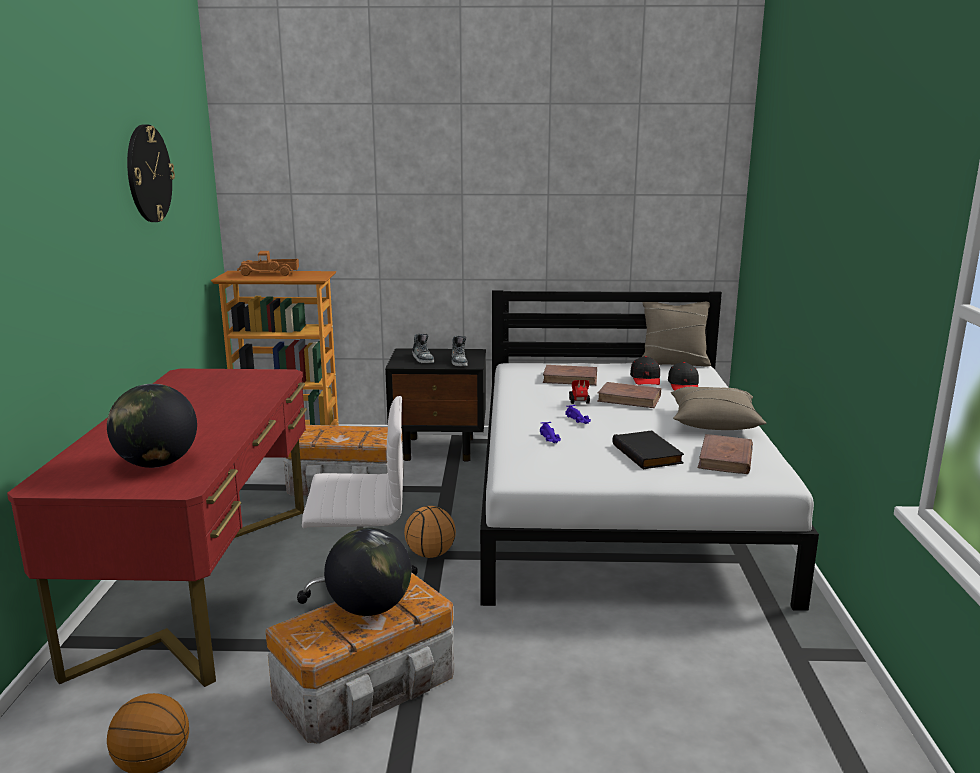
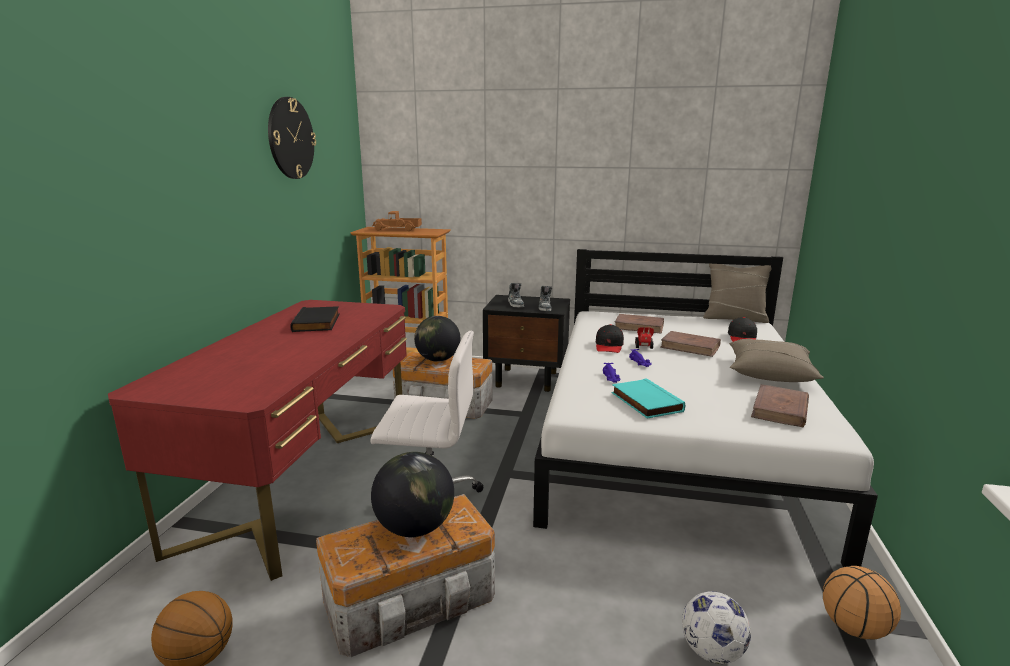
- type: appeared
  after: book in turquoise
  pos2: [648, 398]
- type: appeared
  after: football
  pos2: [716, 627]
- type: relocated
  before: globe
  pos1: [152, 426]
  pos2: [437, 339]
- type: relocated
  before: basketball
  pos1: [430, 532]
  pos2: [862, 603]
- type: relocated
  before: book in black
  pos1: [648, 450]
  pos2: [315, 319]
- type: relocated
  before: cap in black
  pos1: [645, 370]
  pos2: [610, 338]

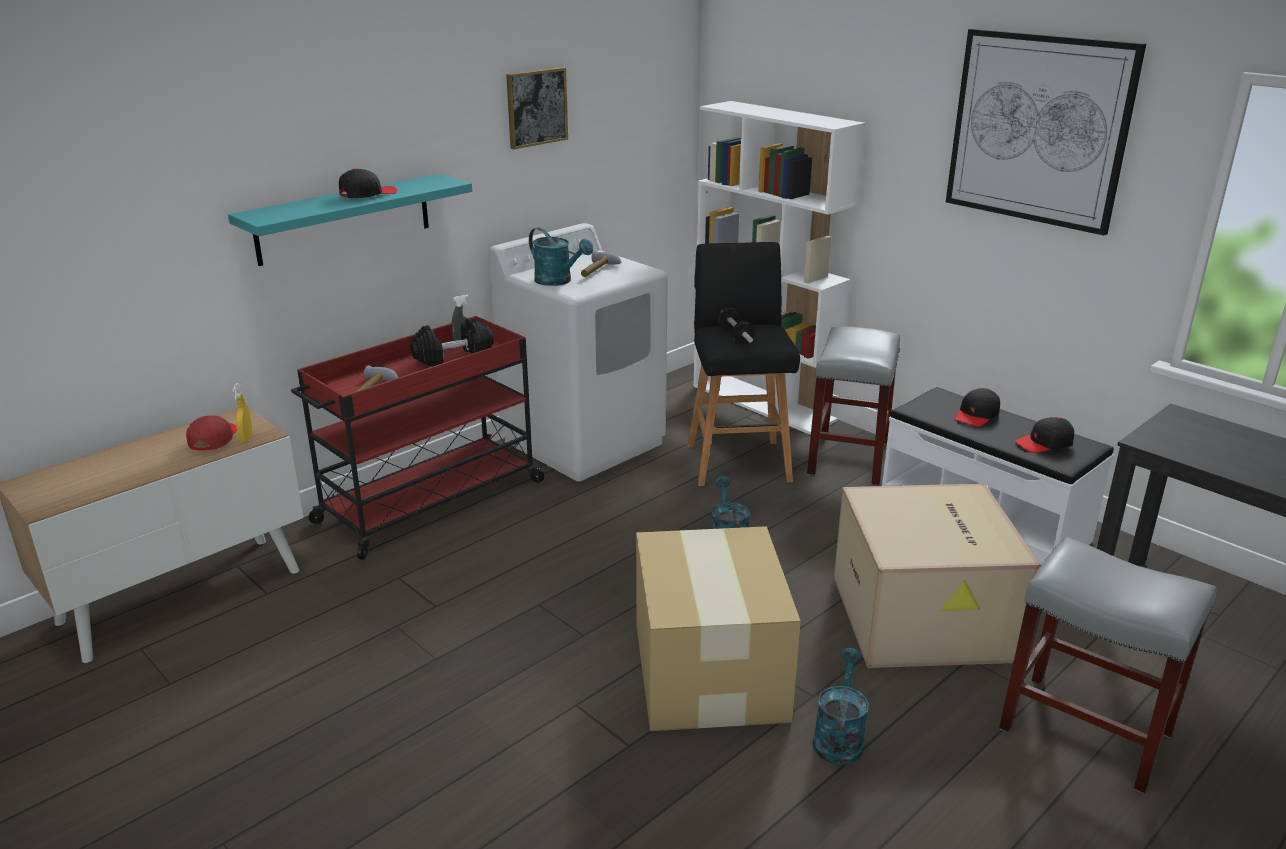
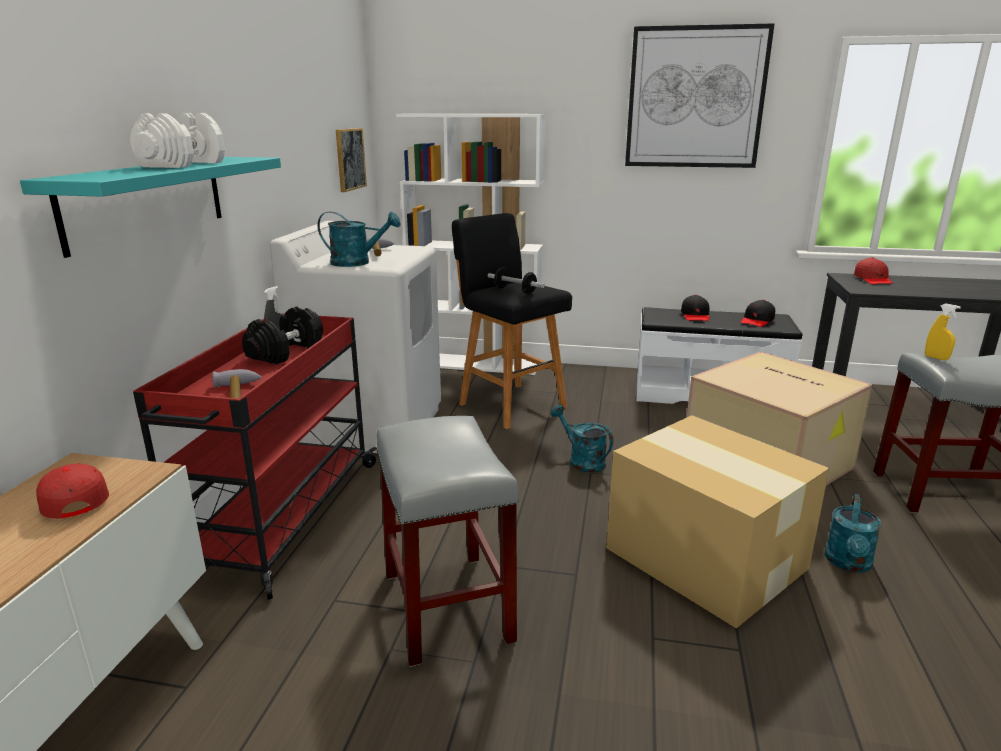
- type: appeared
  after: cap in red
  pos2: [873, 270]
- type: relocated
  before: spray bottle in yellow
  pos1: [242, 413]
  pos2: [943, 331]
- type: relocated
  before: picture
  pos1: [537, 108]
  pos2: [351, 160]
- type: relocated
  before: stool in grey
  pos1: [853, 406]
  pos2: [447, 541]
- type: exchanged
  before: cap in black
  after: dumbbell in white
  pos1: [368, 183]
  pos2: [177, 140]
- type: spun
  before: watering can in turquoise
  pos1: [841, 706]
  pos2: [853, 533]
  turn: -135

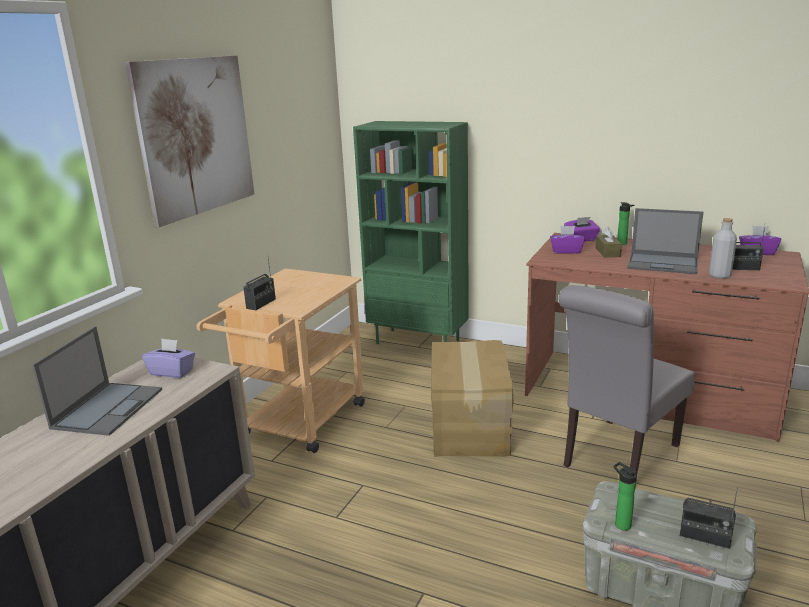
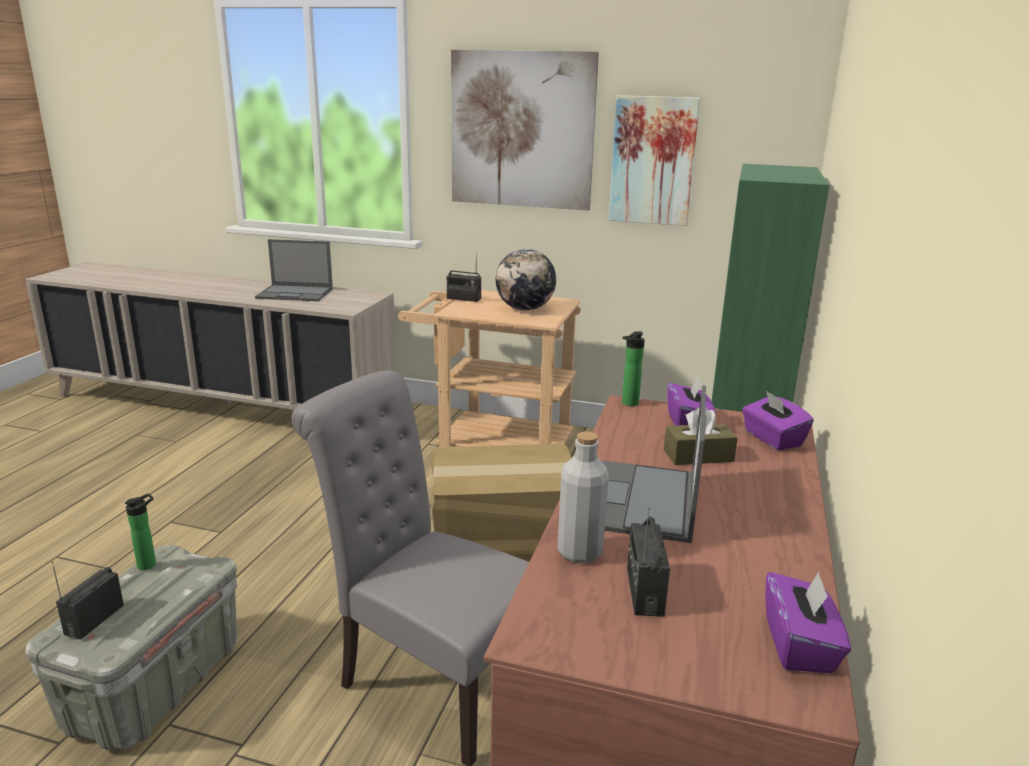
- type: missing
  before: tissue box in purple
  pos1: [168, 358]
- type: appeared
  after: globe
  pos2: [526, 280]
- type: appeared
  after: picture
  pos2: [654, 160]
- type: relocated
  before: bottle
  pos1: [625, 223]
  pos2: [633, 368]

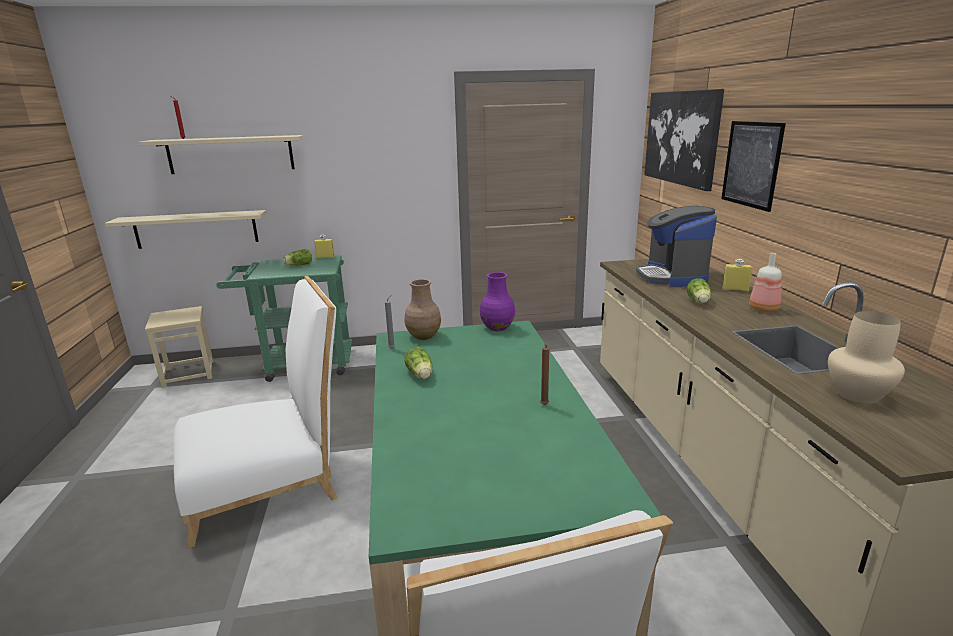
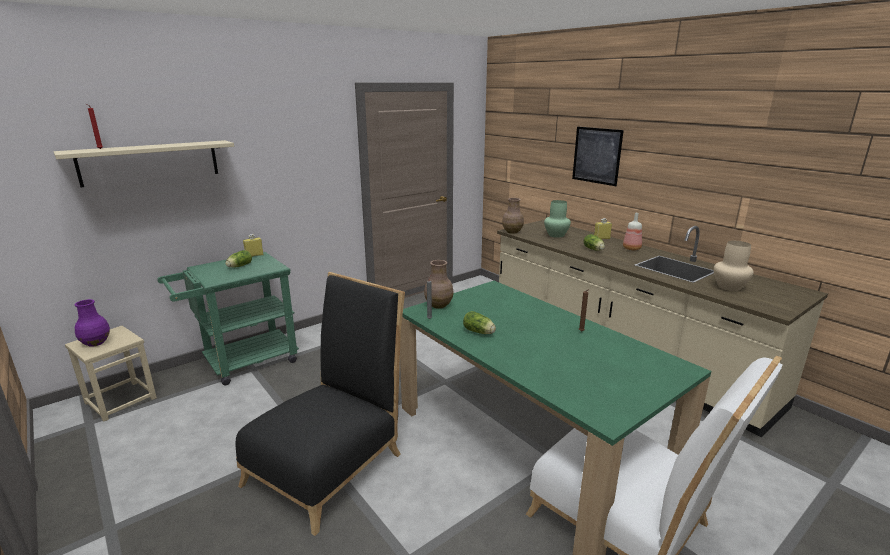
- type: missing
  before: shelf in beige
  pos1: [185, 229]
- type: missing
  before: picture
  pos1: [684, 140]
- type: appeared
  after: vase in brown
  pos2: [513, 216]
- type: relocated
  before: vase in purple
  pos1: [497, 301]
  pos2: [92, 323]
- type: exchanged
  before: coffee machine
  after: vase in green
  pos1: [676, 246]
  pos2: [557, 219]
- type: colour
  before: chair in white
  after: chair in black
  pos1: [255, 412]
  pos2: [320, 404]

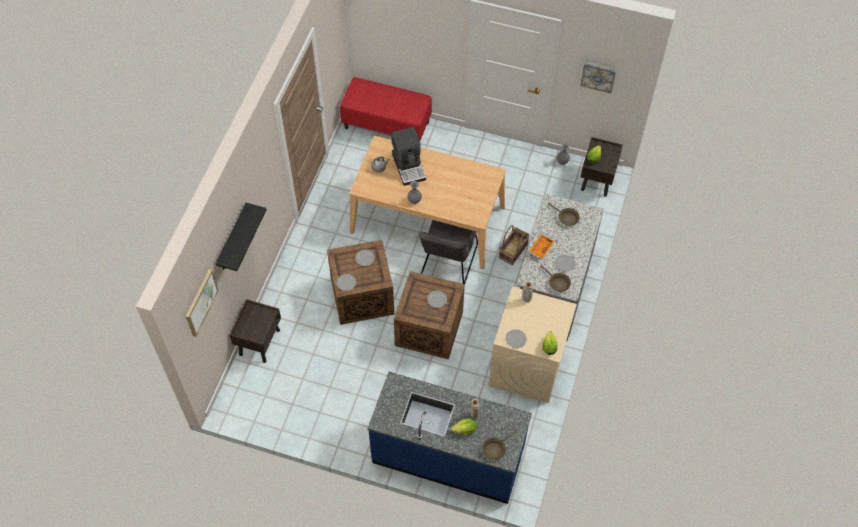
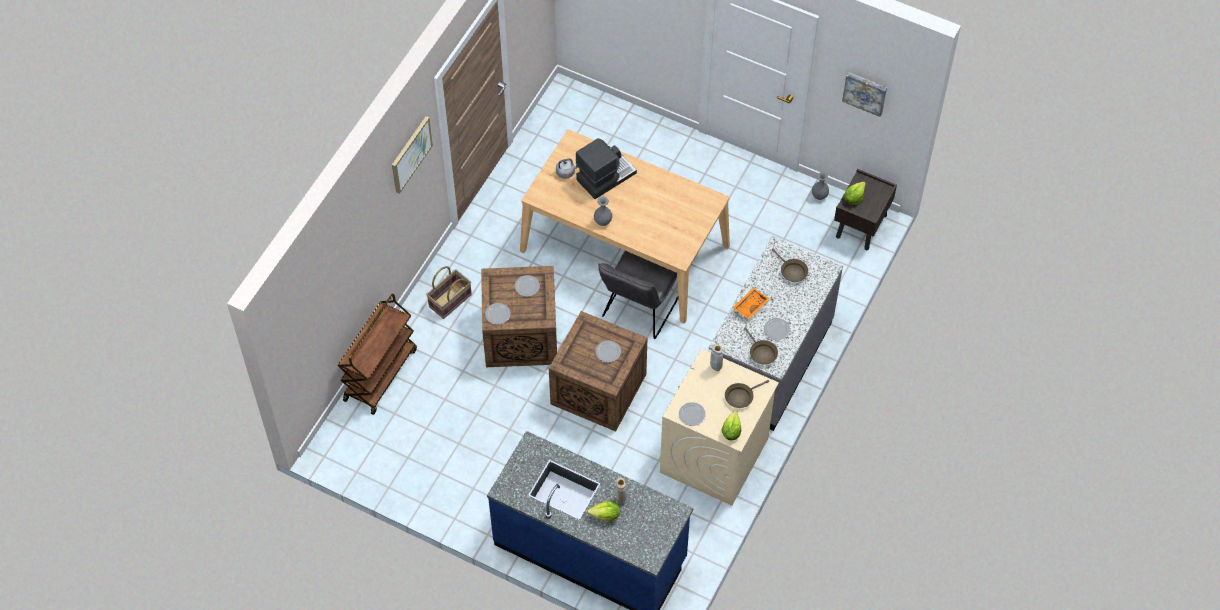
- type: missing
  before: shelf in black
  pos1: [241, 237]
- type: missing
  before: bench in red
  pos1: [386, 109]
- type: relocated
  before: picture
  pos1: [202, 303]
  pos2: [412, 155]
- type: relocated
  before: frying pan in brown
  pos1: [499, 445]
  pos2: [747, 394]
- type: relocated
  before: basket
  pos1: [514, 245]
  pos2: [449, 292]
- type: exchanged
  before: nightstand in brown
  after: cart in brown
  pos1: [255, 331]
  pos2: [377, 354]
- type: spun
  before: coffee machine
  pos1: [408, 156]
  pos2: [606, 168]
  turn: -120

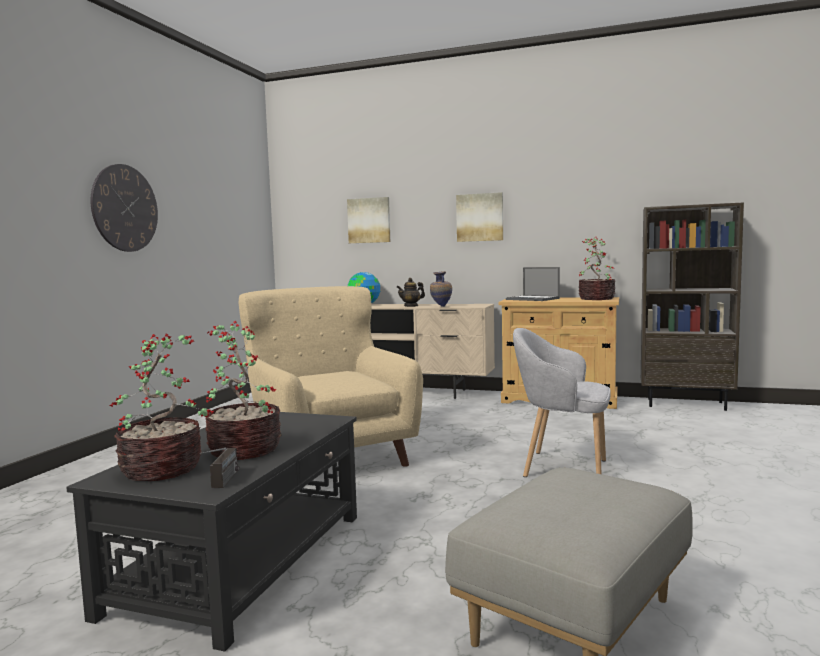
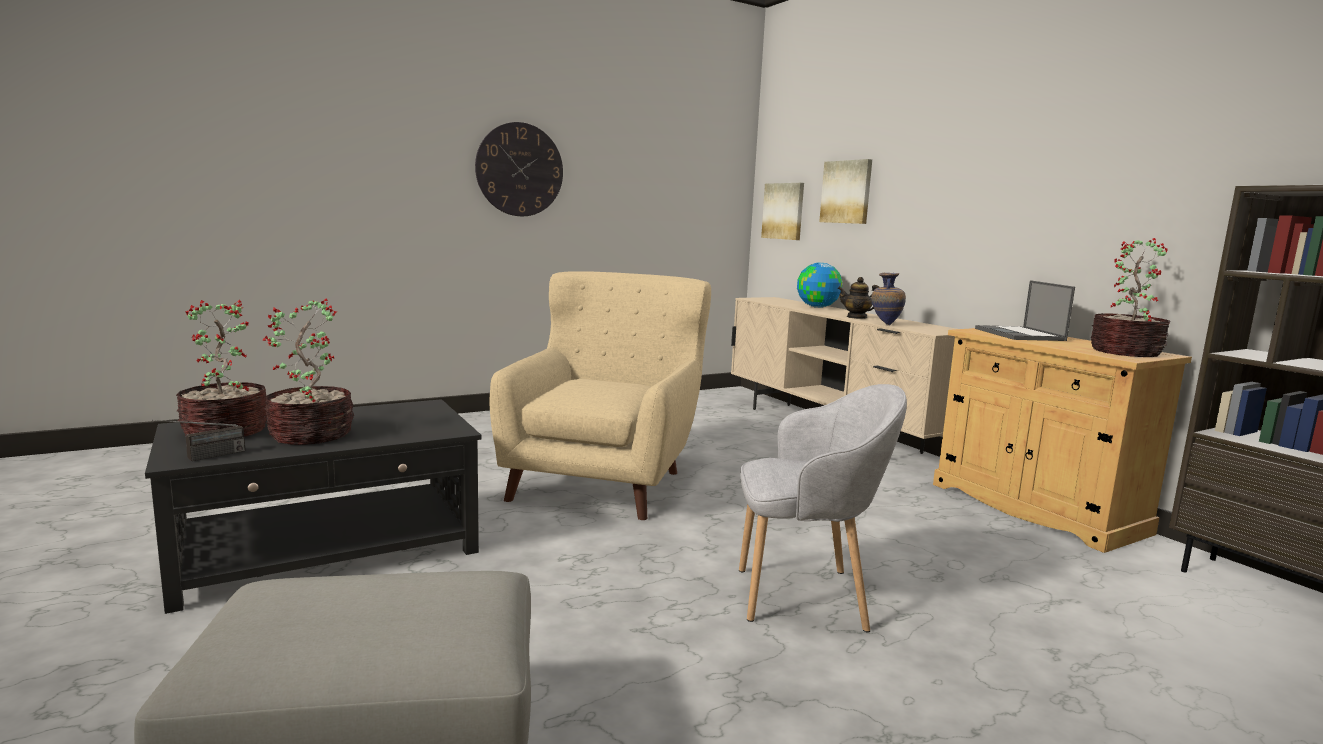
- type: relocated
  before: picture
  pos1: [479, 217]
  pos2: [782, 211]
- type: spun
  before: armchair in grey
  pos1: [562, 402]
  pos2: [823, 508]
  turn: 120

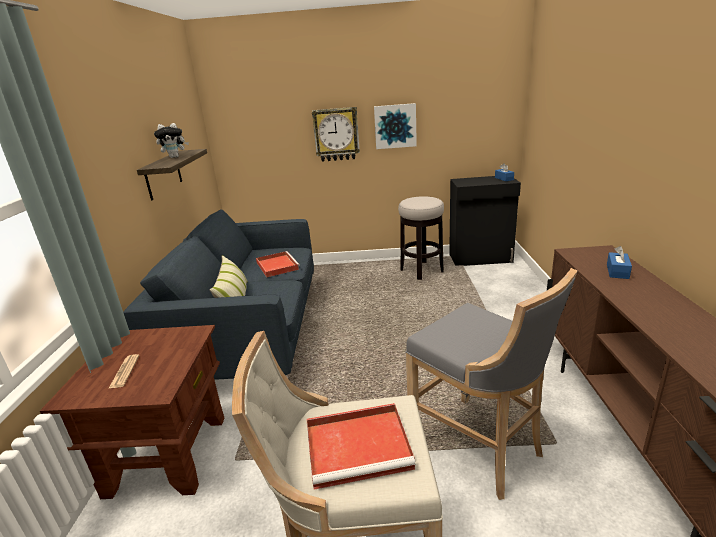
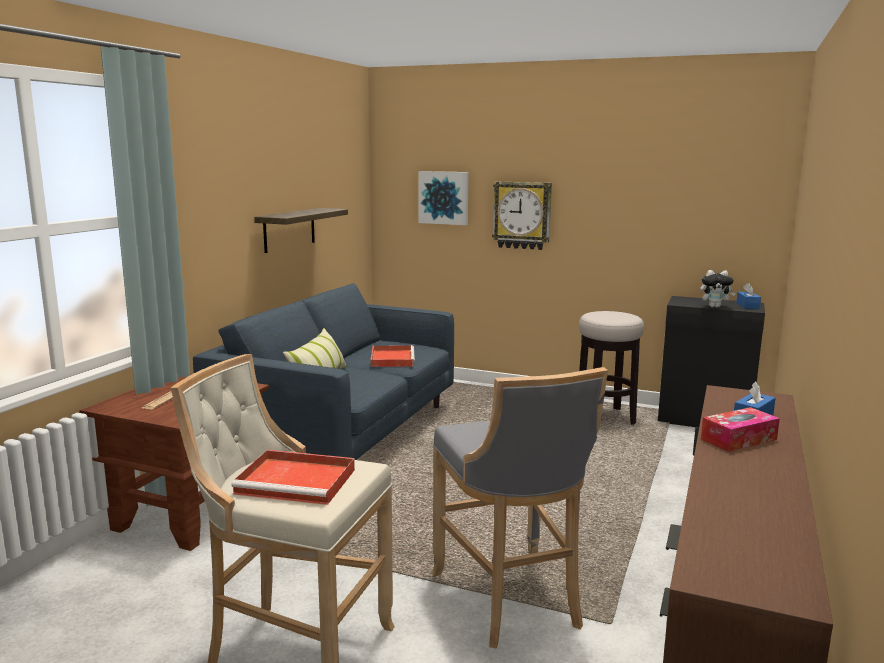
- type: appeared
  after: tissue box
  pos2: [740, 429]
- type: relocated
  before: plush toy
  pos1: [171, 140]
  pos2: [718, 289]
- type: relocated
  before: picture
  pos1: [395, 126]
  pos2: [444, 198]

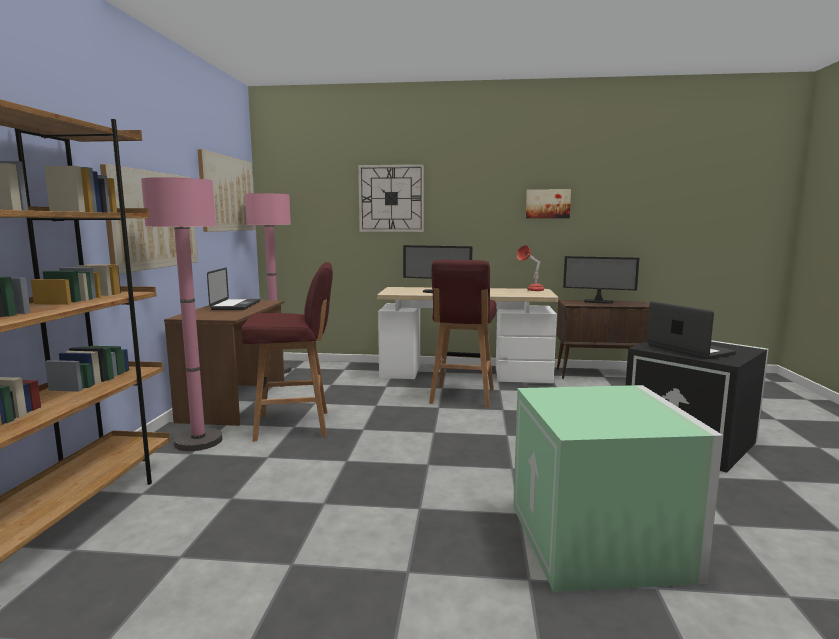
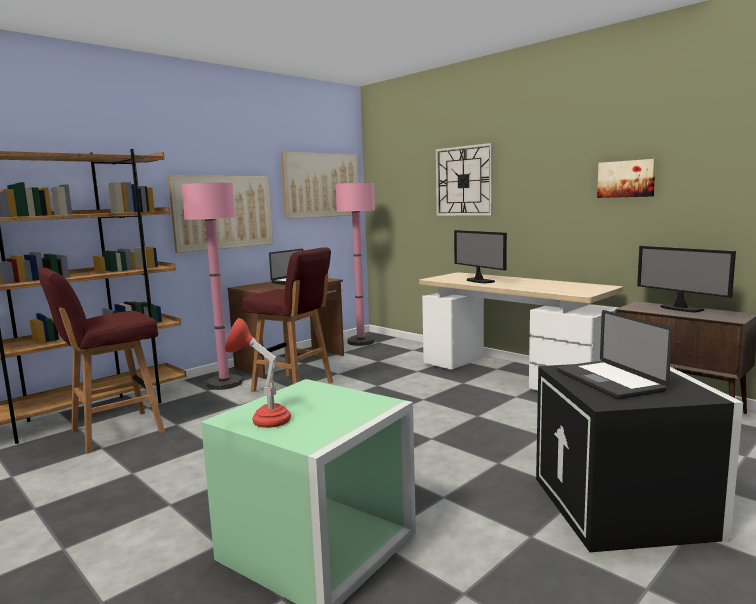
- type: relocated
  before: stool in red
  pos1: [462, 334]
  pos2: [101, 361]
- type: relocated
  before: table lamp in red
  pos1: [530, 268]
  pos2: [258, 373]
- type: spun
  before: laptop
  pos1: [691, 330]
  pos2: [614, 354]
  turn: 150

